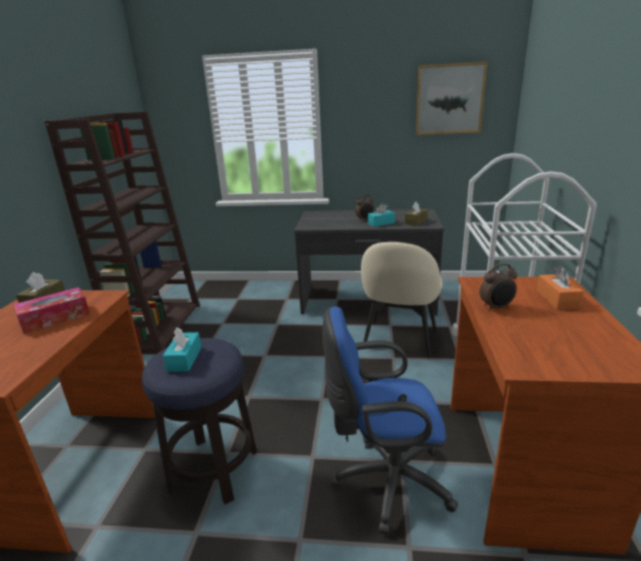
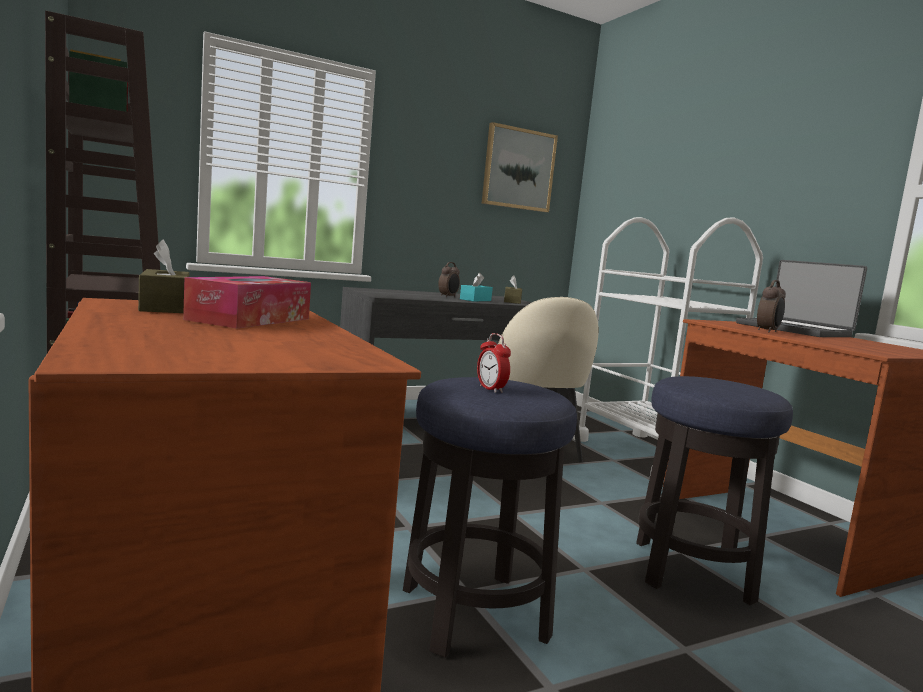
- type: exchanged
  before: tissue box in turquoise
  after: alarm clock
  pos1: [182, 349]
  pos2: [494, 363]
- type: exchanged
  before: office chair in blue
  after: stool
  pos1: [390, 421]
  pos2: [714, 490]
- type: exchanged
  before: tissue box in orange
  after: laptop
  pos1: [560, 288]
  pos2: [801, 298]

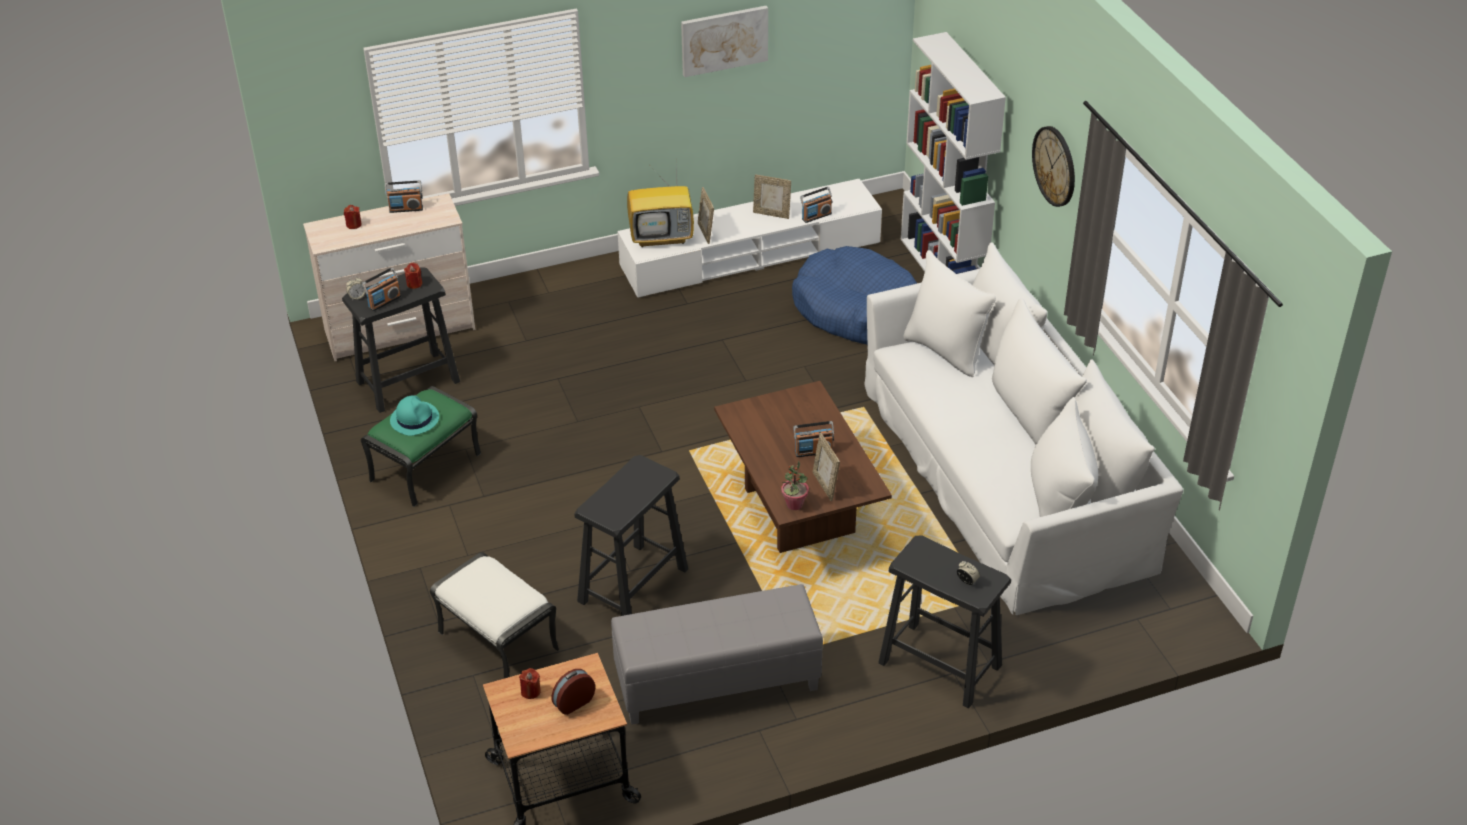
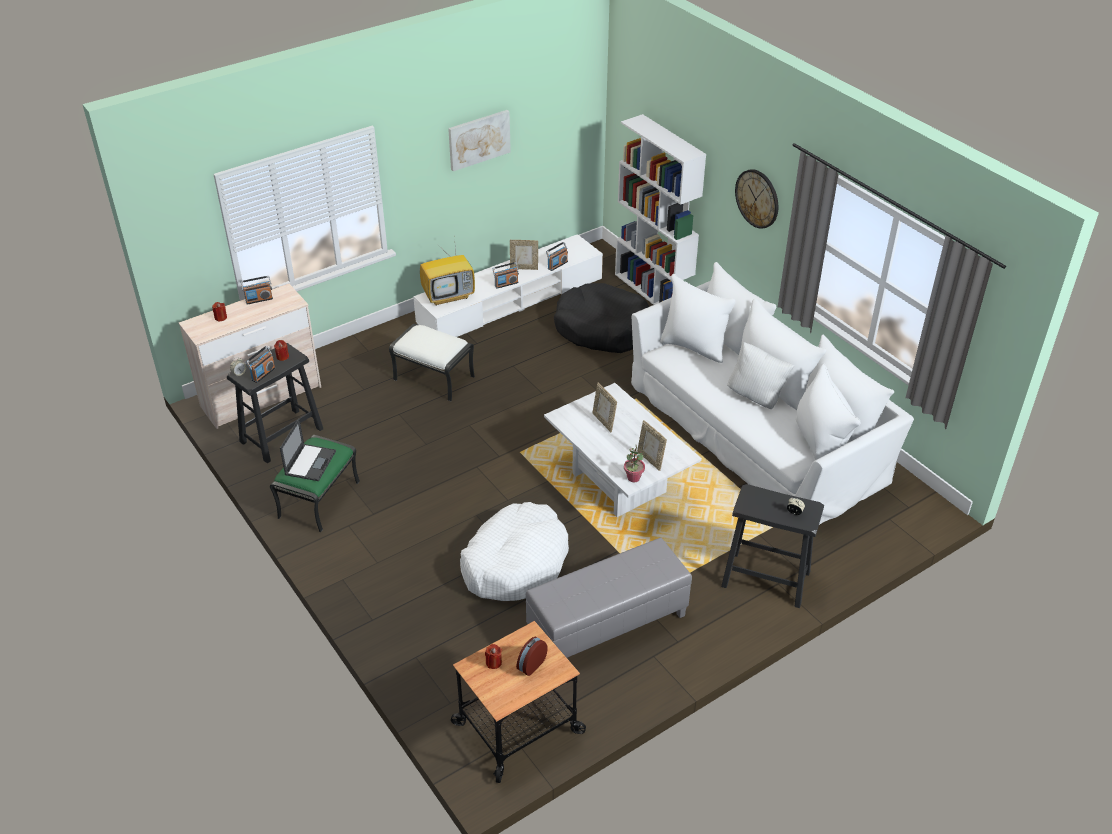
- type: appeared
  after: pillow in white
  pos2: [760, 375]
- type: relocated
  before: ottoman in white
  pos1: [494, 615]
  pos2: [432, 362]
- type: relocated
  before: picture frame
  pos1: [706, 215]
  pos2: [604, 407]
- type: relocated
  before: radio
  pos1: [813, 439]
  pos2: [506, 275]
- type: exchanged
  before: hat in turquoise
  after: laptop
  pos1: [414, 415]
  pos2: [308, 449]
- type: exchanged
  before: stool in black
  after: dog bed in white
  pos1: [631, 535]
  pos2: [514, 551]
- type: colour
  before: coffee table in brown
  after: coffee table in white
  pos1: [803, 467]
  pos2: [623, 450]
- type: colour
  before: dog bed in blue
  after: dog bed in black
  pos1: [854, 295]
  pos2: [601, 318]

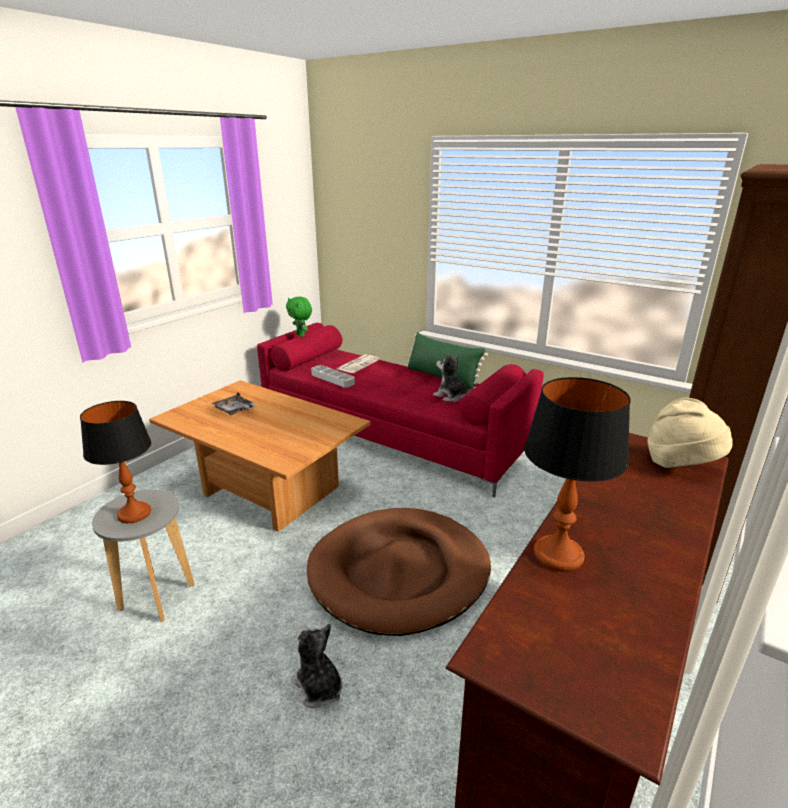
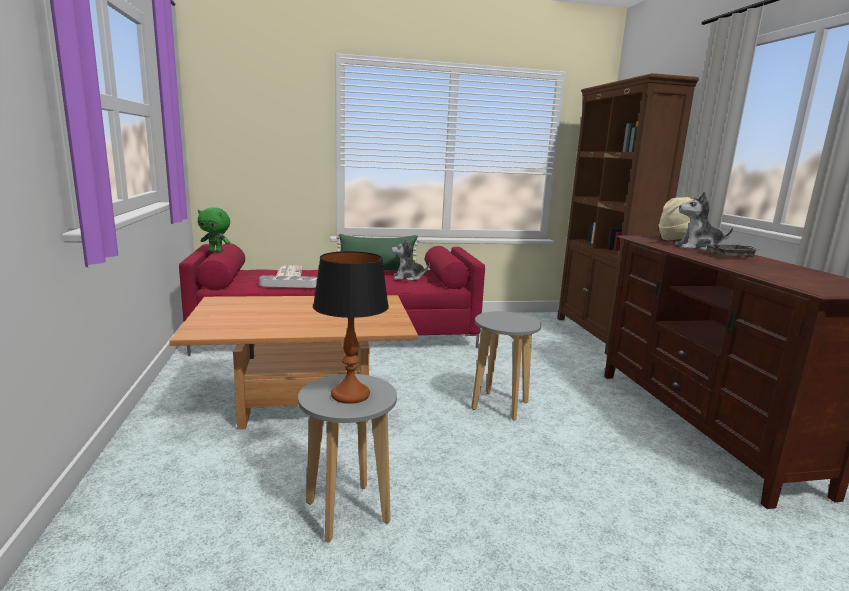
- type: missing
  before: table lamp
  pos1: [577, 474]
- type: relocated
  before: tray in grey
  pos1: [234, 403]
  pos2: [731, 248]
- type: relocated
  before: plush toy
  pos1: [317, 666]
  pos2: [704, 221]
- type: exchanged
  before: dog bed in brown
  after: stool in grey
  pos1: [399, 572]
  pos2: [506, 366]

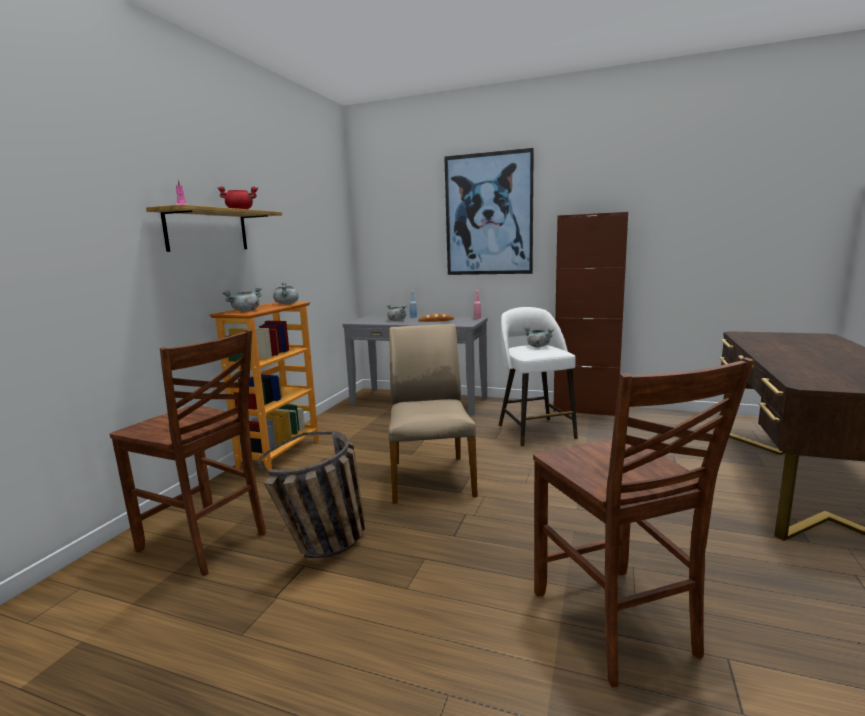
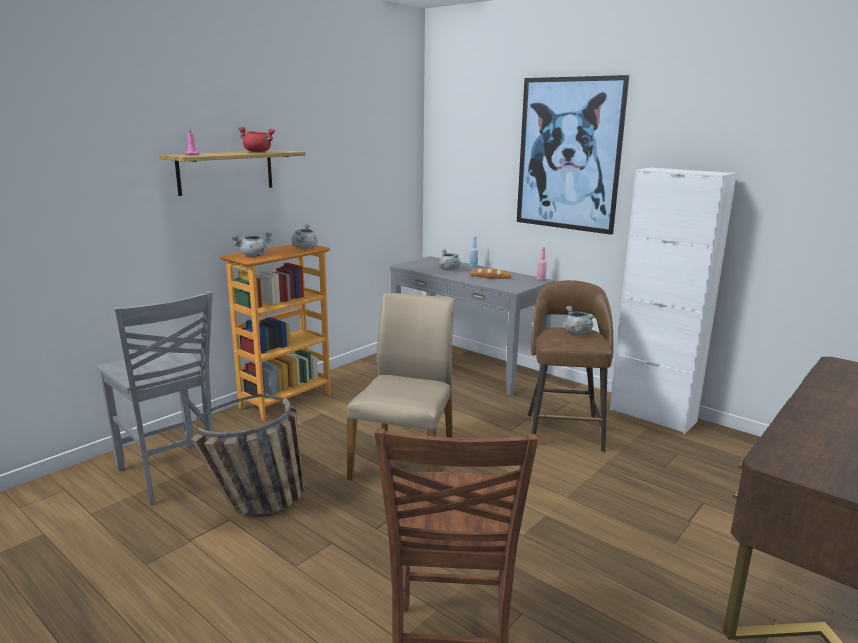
- type: colour
  before: chair in brown
  after: chair in grey
  pos1: [188, 453]
  pos2: [156, 398]
- type: colour
  before: stool in white
  after: stool in brown
  pos1: [538, 377]
  pos2: [570, 366]
- type: colour
  before: cabinet in brown
  after: cabinet in white
  pos1: [590, 314]
  pos2: [673, 301]

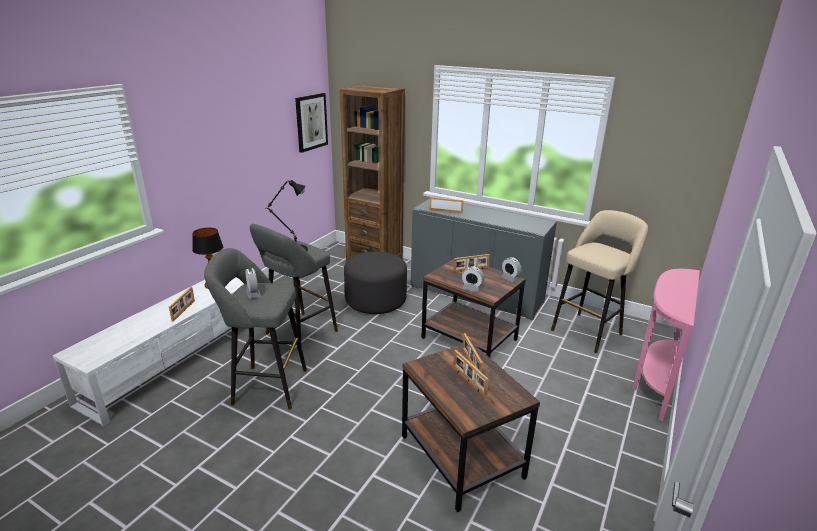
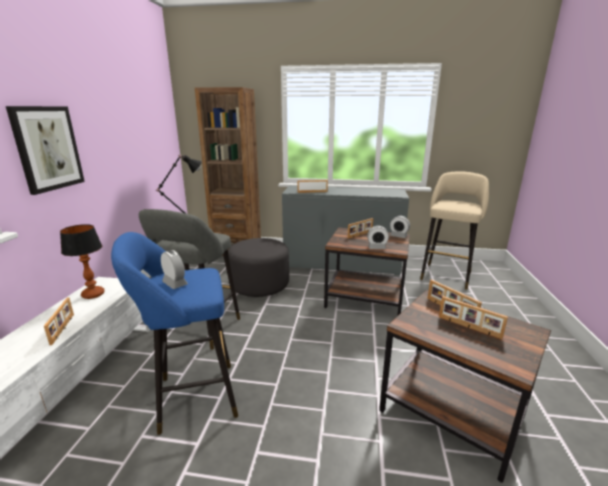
- type: missing
  before: console table in pink
  pos1: [666, 345]
- type: relocated
  before: picture
  pos1: [311, 123]
  pos2: [45, 150]
- type: colour
  before: stool in grey
  after: stool in blue
  pos1: [255, 329]
  pos2: [174, 333]

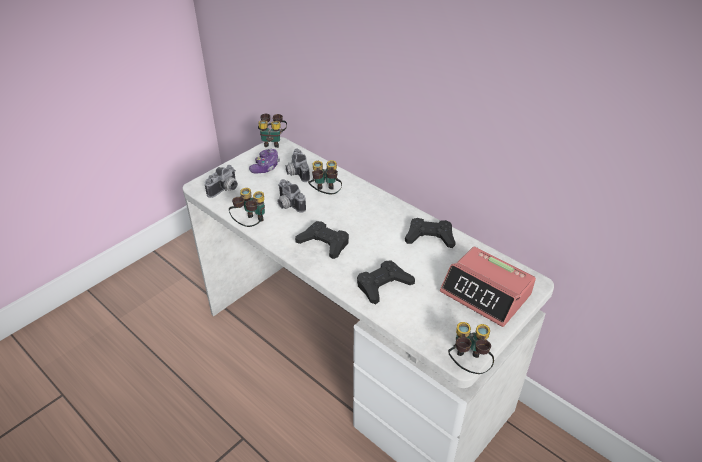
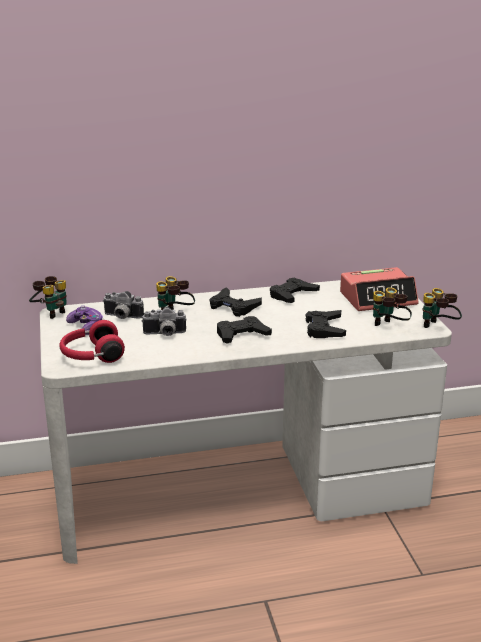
- type: appeared
  after: game controller in black
  pos2: [236, 302]
- type: relocated
  before: binoculars
  pos1: [247, 207]
  pos2: [392, 306]
- type: exchanged
  before: photo camera
  after: headphones in red
  pos1: [221, 181]
  pos2: [92, 341]

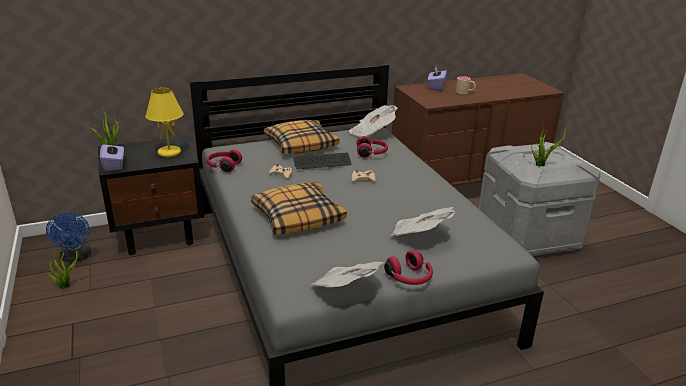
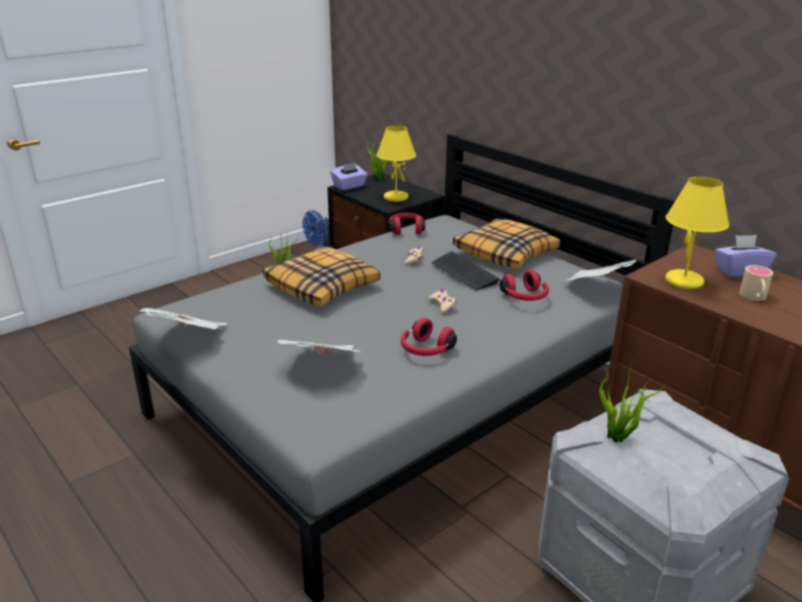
- type: appeared
  after: table lamp in yellow
  pos2: [697, 233]
- type: relocated
  before: headphones in red
  pos1: [408, 267]
  pos2: [429, 337]

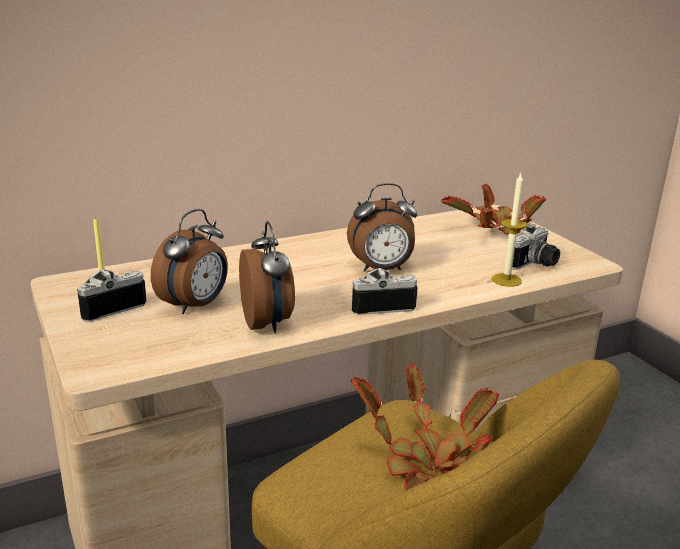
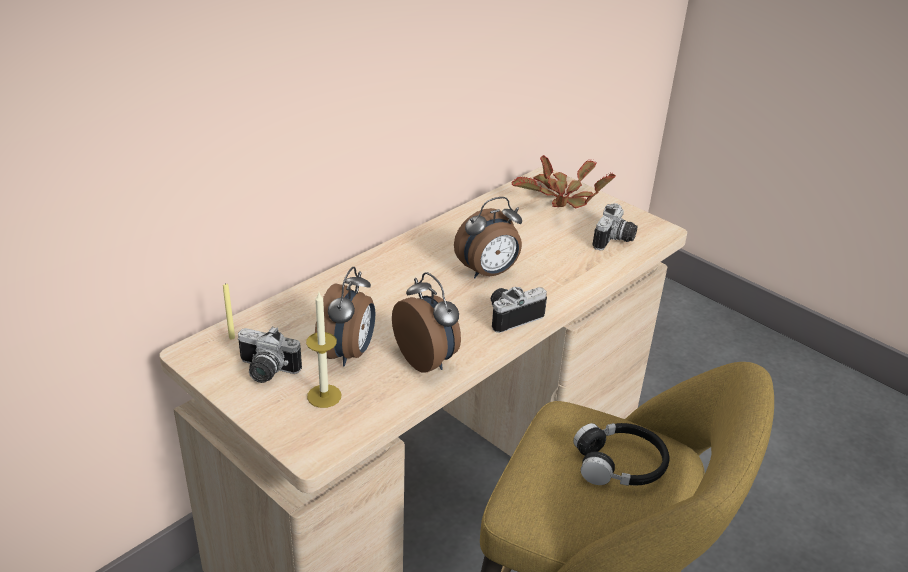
- type: relocated
  before: candle
  pos1: [509, 230]
  pos2: [323, 350]
- type: exchanged
  before: potted plant
  after: headphones in black
  pos1: [425, 427]
  pos2: [621, 454]
- type: spun
  before: photo camera
  pos1: [111, 295]
  pos2: [270, 354]
  turn: -105

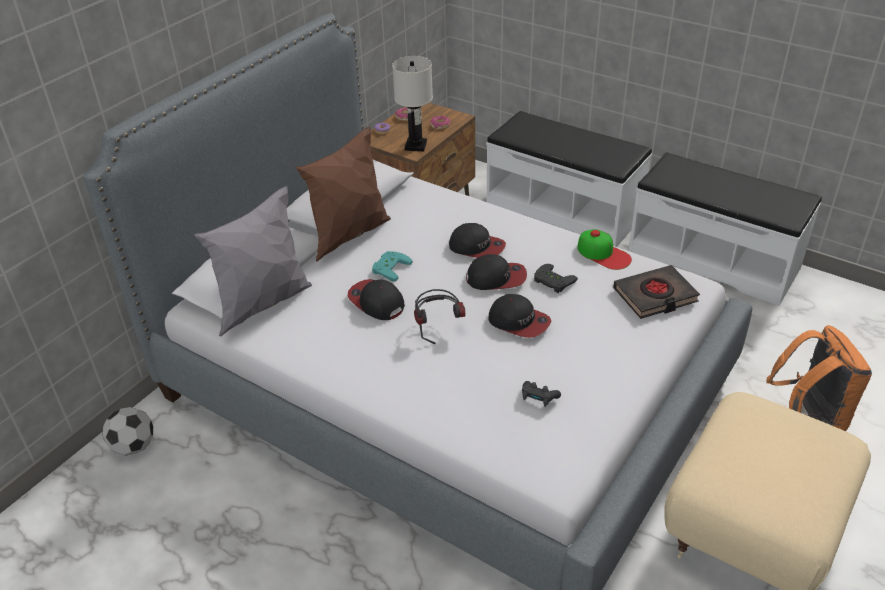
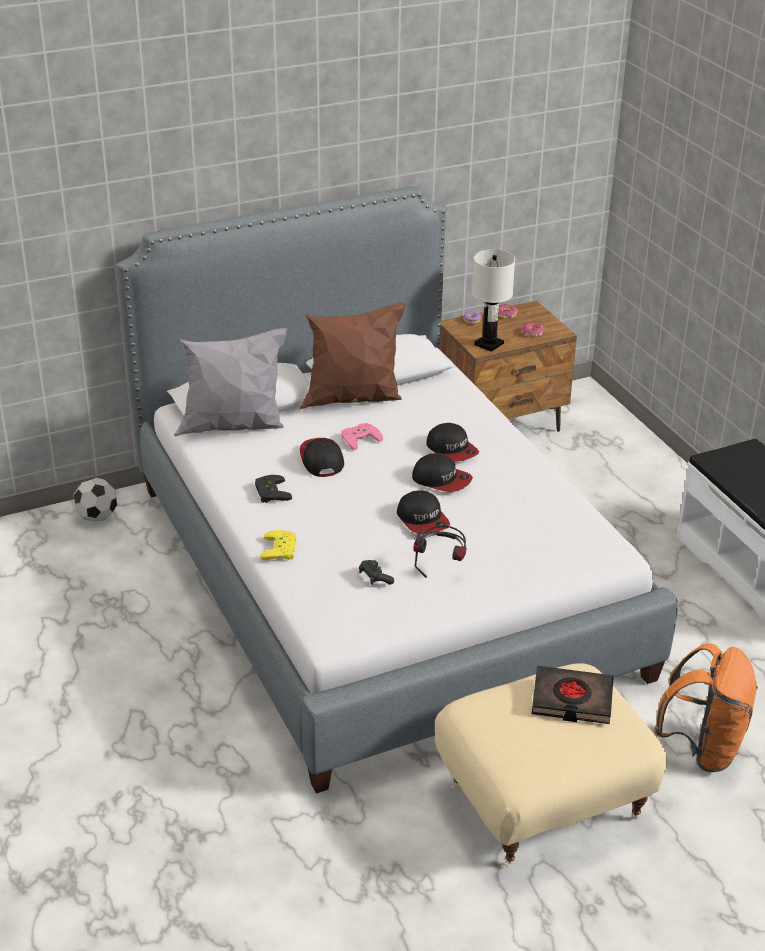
- type: missing
  before: bench in white
  pos1: [569, 179]
- type: missing
  before: cap
  pos1: [604, 249]
- type: appeared
  after: game controller in yellow
  pos2: [278, 545]
- type: relocated
  before: headphones
  pos1: [439, 316]
  pos2: [439, 552]
- type: relocated
  before: game controller in black
  pos1: [556, 278]
  pos2: [273, 489]
- type: relocated
  before: book in black
  pos1: [656, 292]
  pos2: [573, 695]
- type: colour
  before: game controller in turquoise
  after: game controller in pink
  pos1: [392, 266]
  pos2: [362, 436]

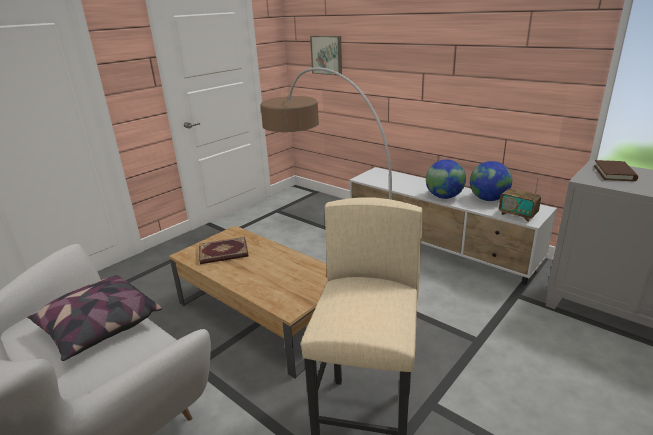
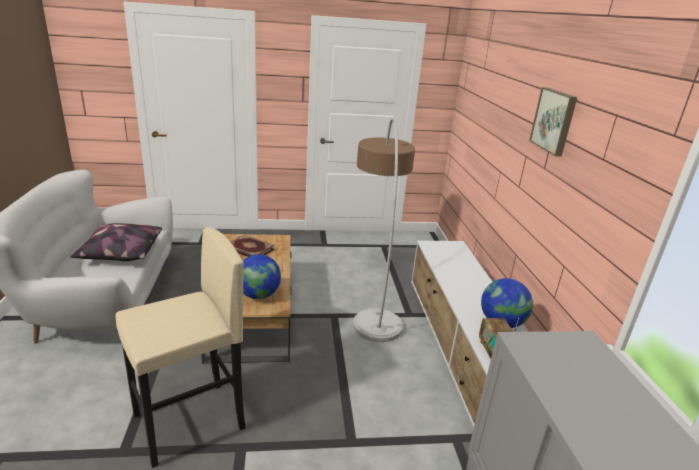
- type: missing
  before: book in brown
  pos1: [616, 170]
- type: relocated
  before: picture
  pos1: [326, 56]
  pos2: [553, 121]
- type: relocated
  before: globe
  pos1: [446, 179]
  pos2: [262, 276]

